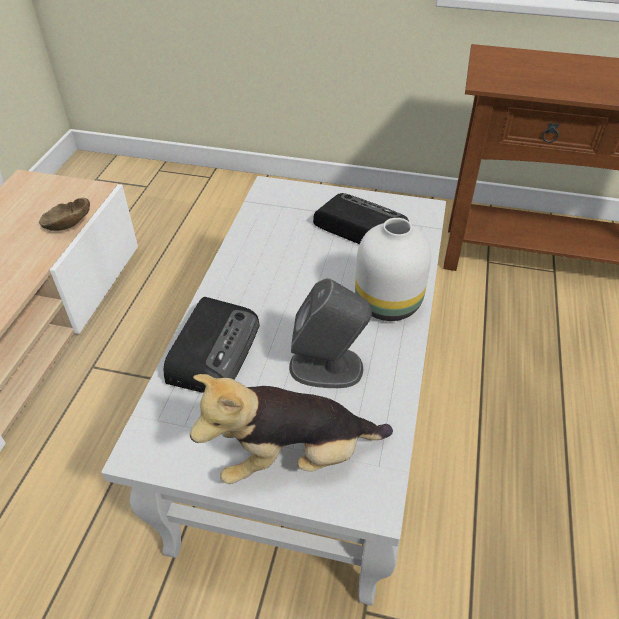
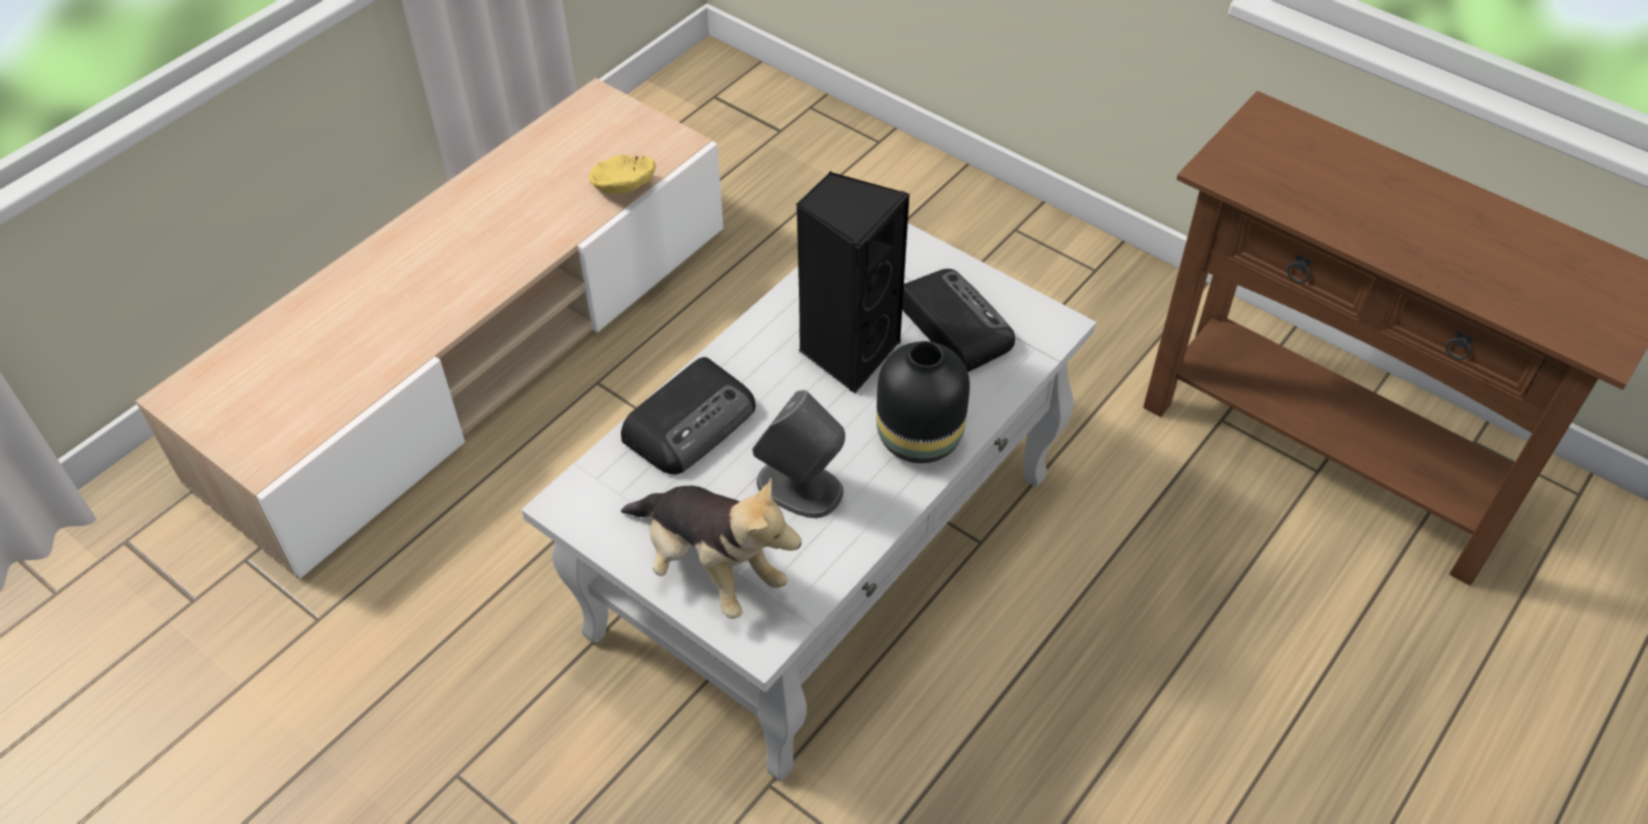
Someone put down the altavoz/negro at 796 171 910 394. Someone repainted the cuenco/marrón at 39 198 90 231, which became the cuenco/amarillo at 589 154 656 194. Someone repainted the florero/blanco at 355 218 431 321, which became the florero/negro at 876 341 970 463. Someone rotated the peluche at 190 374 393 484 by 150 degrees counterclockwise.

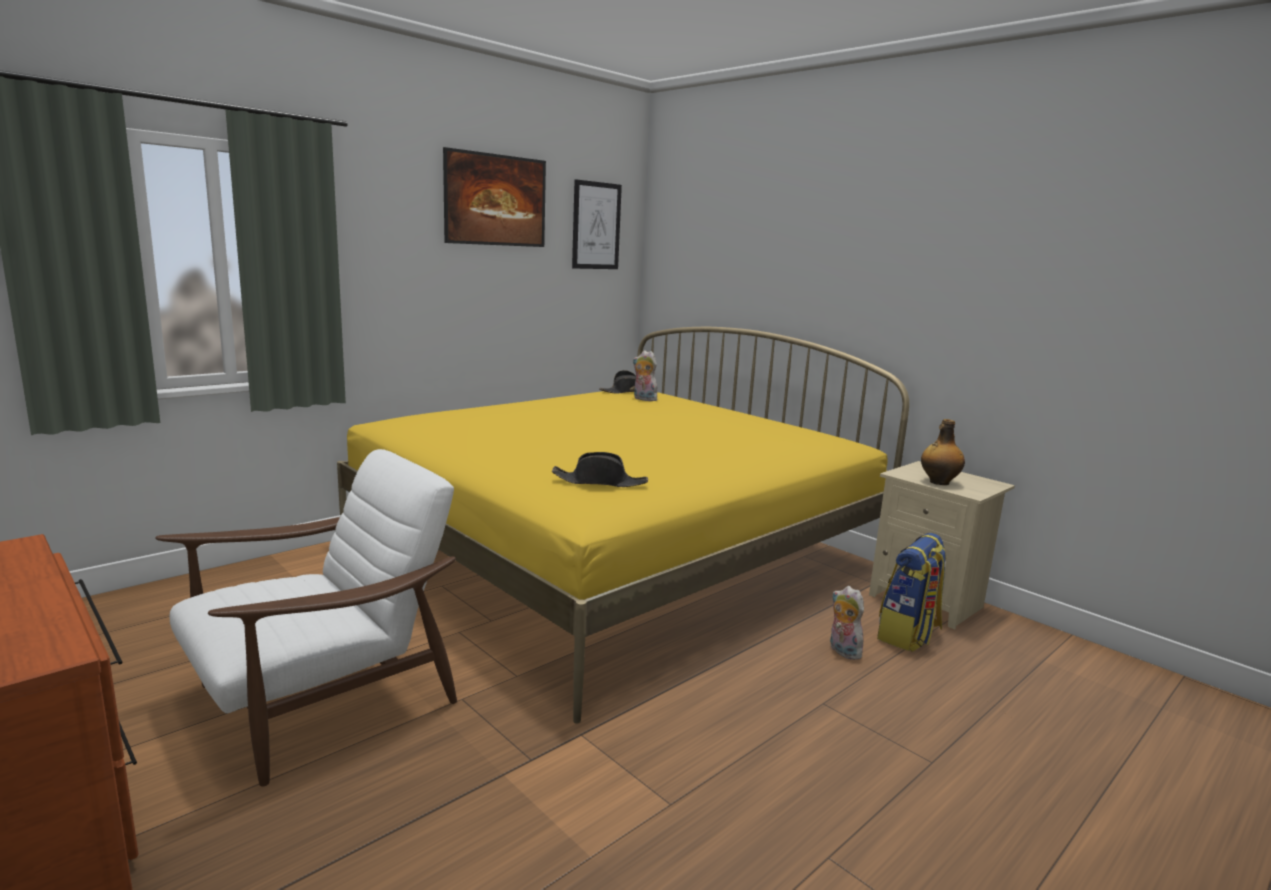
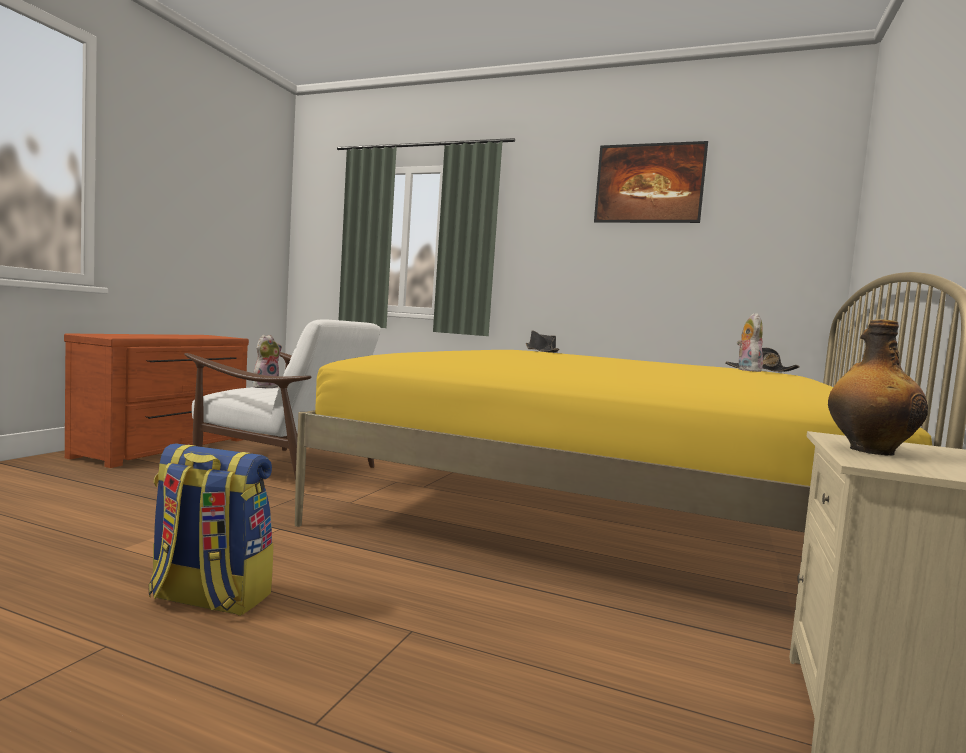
Someone took away the cuadro at 572 179 622 269. Someone carried the sombrero/negro from 552 452 648 487 to 526 330 559 353. Someone carried the peluche from 830 586 864 660 to 253 334 282 388. Someone carried the mochila from 877 533 947 652 to 148 443 273 616.

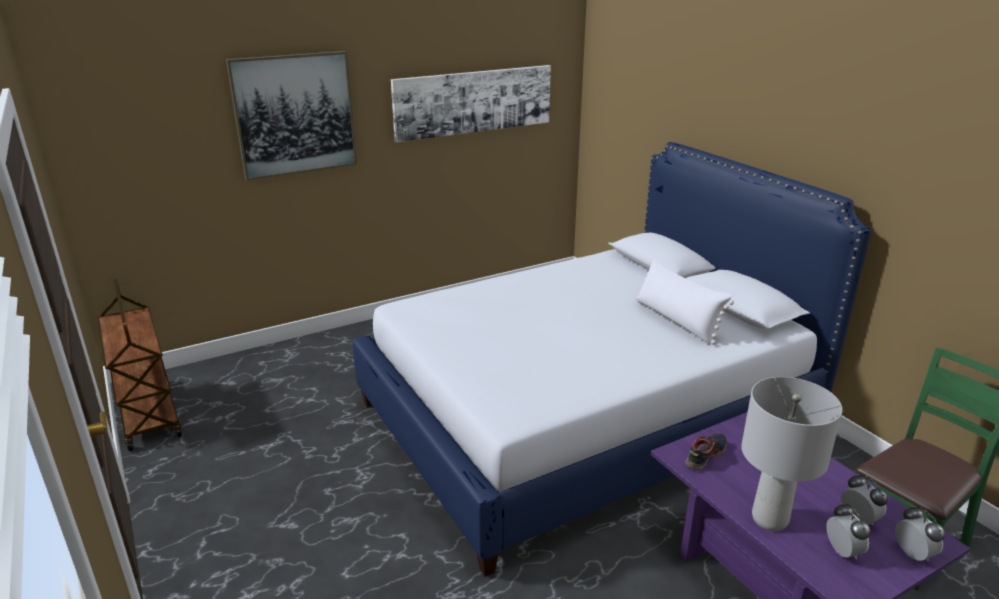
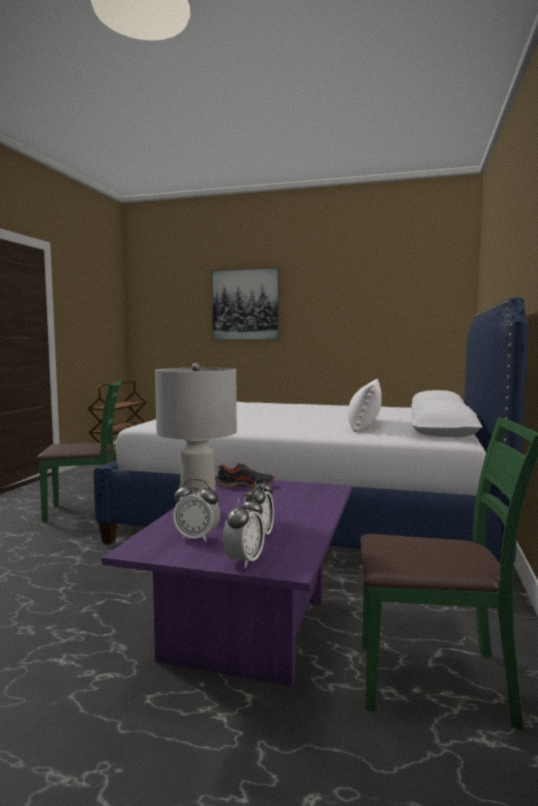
Someone took away the cuadro at 391 65 551 143. Someone put down the silla/verde at 36 381 121 522. Someone rotated the despertador at 826 503 871 559 by 75 degrees clockwise.

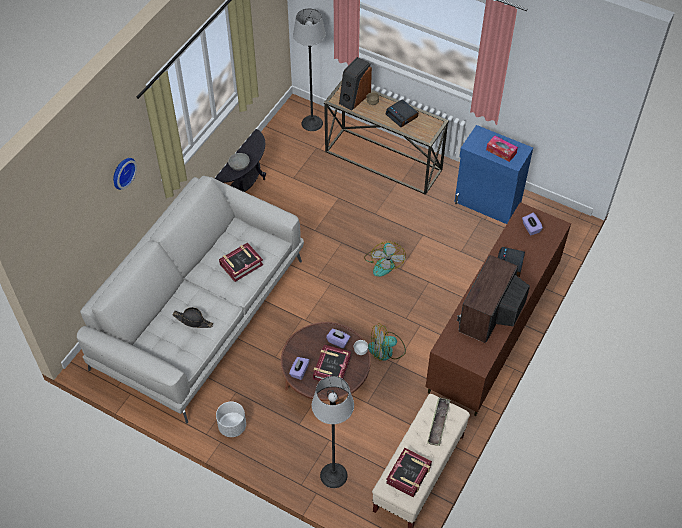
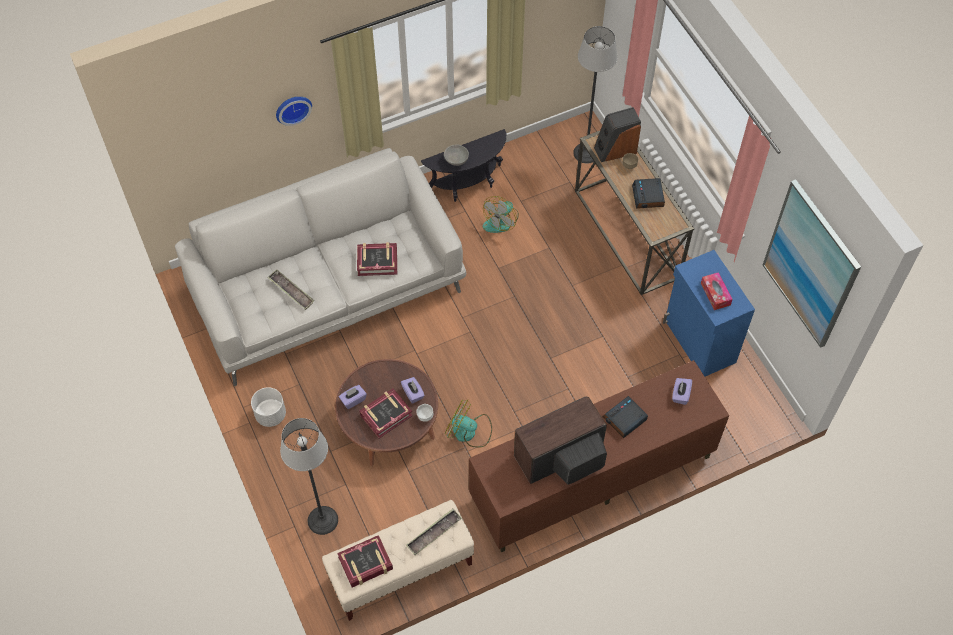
Someone put up the cuadro at 763 179 861 348. Someone carried the ventilador from 364 241 406 277 to 483 196 519 233. Someone swapped the sombrero/negro at 173 307 213 328 for the bandeja at 267 269 315 310.

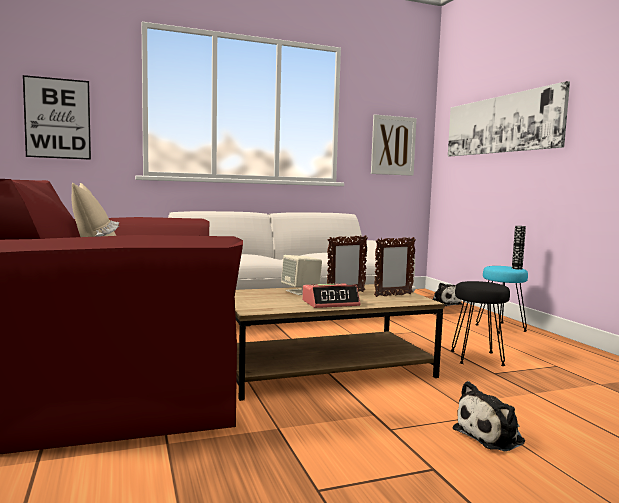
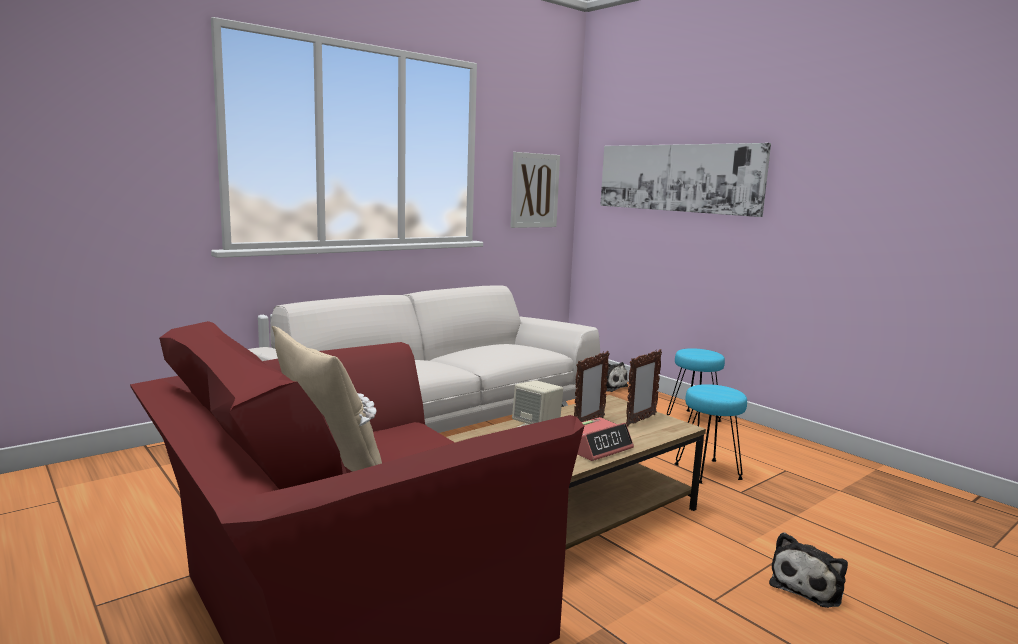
Someone took away the cuadro at 23 75 91 160. Someone took away the florero at 512 226 526 270. Someone repainted the taburete/negro at 451 281 510 366, which became the taburete/turquesa at 674 384 747 484.

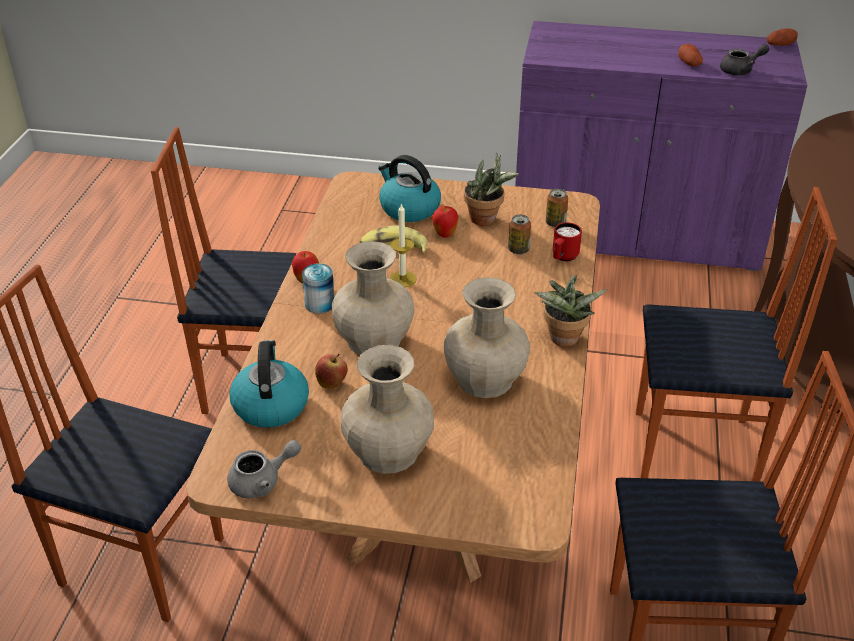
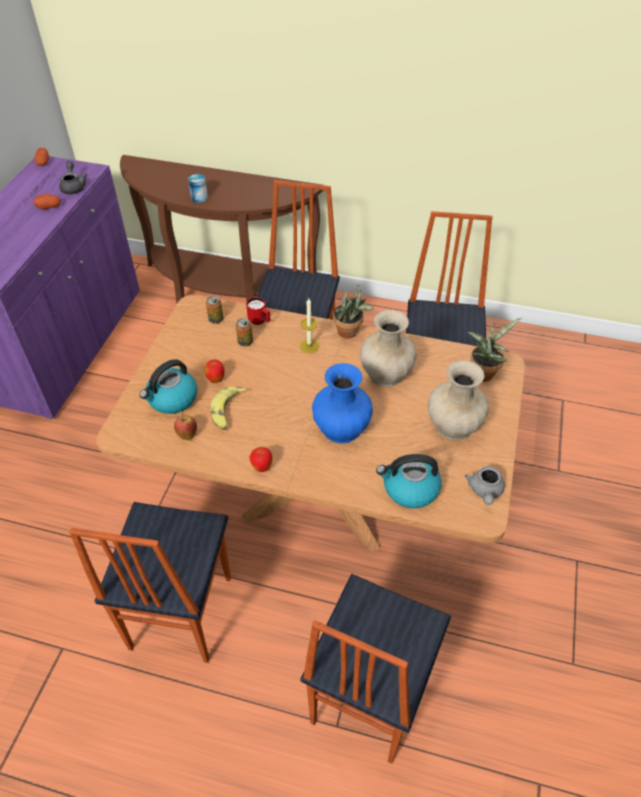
Someone carried the lata from 302 263 334 314 to 188 174 208 203. Someone carried the manzana from 315 354 348 389 to 174 414 197 440. Someone carried the vela from 389 203 417 287 to 300 298 319 353. Someone carried the planta en maceta from 464 152 519 226 to 468 317 522 382. Someone repainted the florero/beis at 331 241 414 355, which became the florero/azul at 312 363 373 443. Someone rotated the tetera/gris at 227 440 301 498 by 150 degrees counterclockwise.

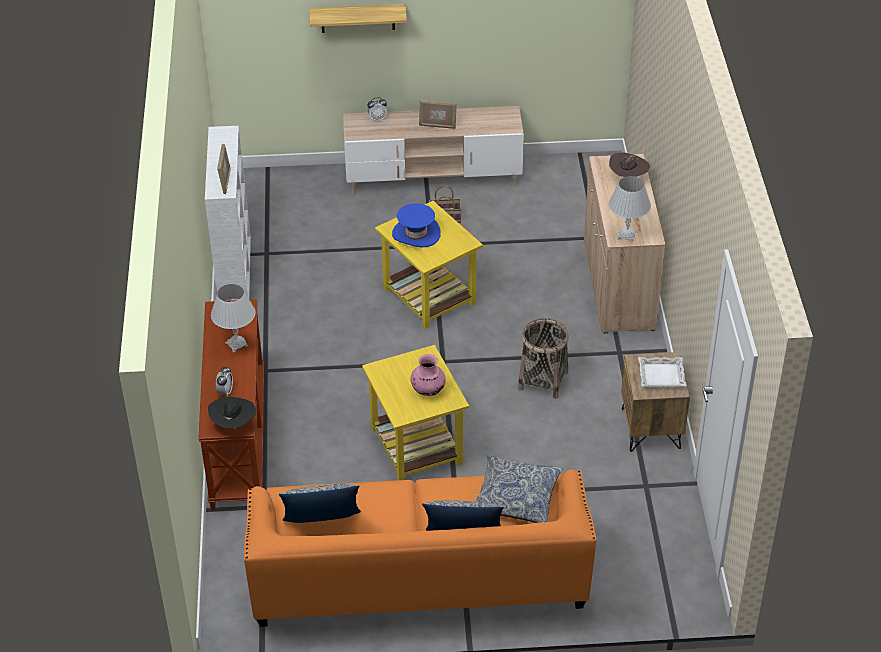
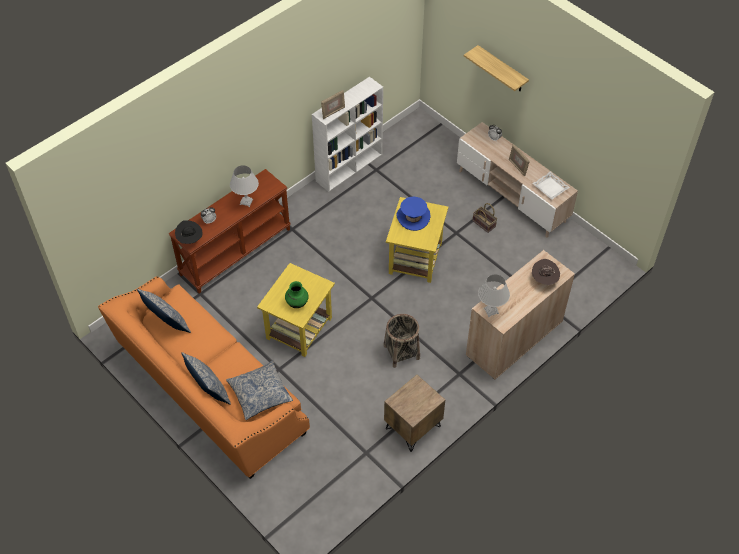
Someone carried the bandeja/blanco from 638 357 686 387 to 532 172 570 200. Someone repainted the florero/rosa at 410 354 446 396, which became the florero/verde at 285 281 309 308.

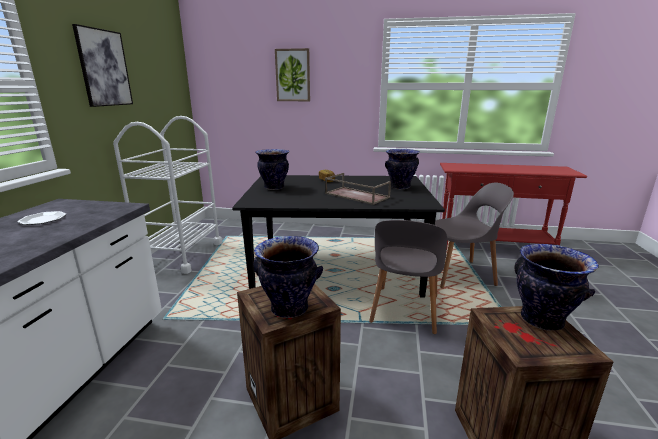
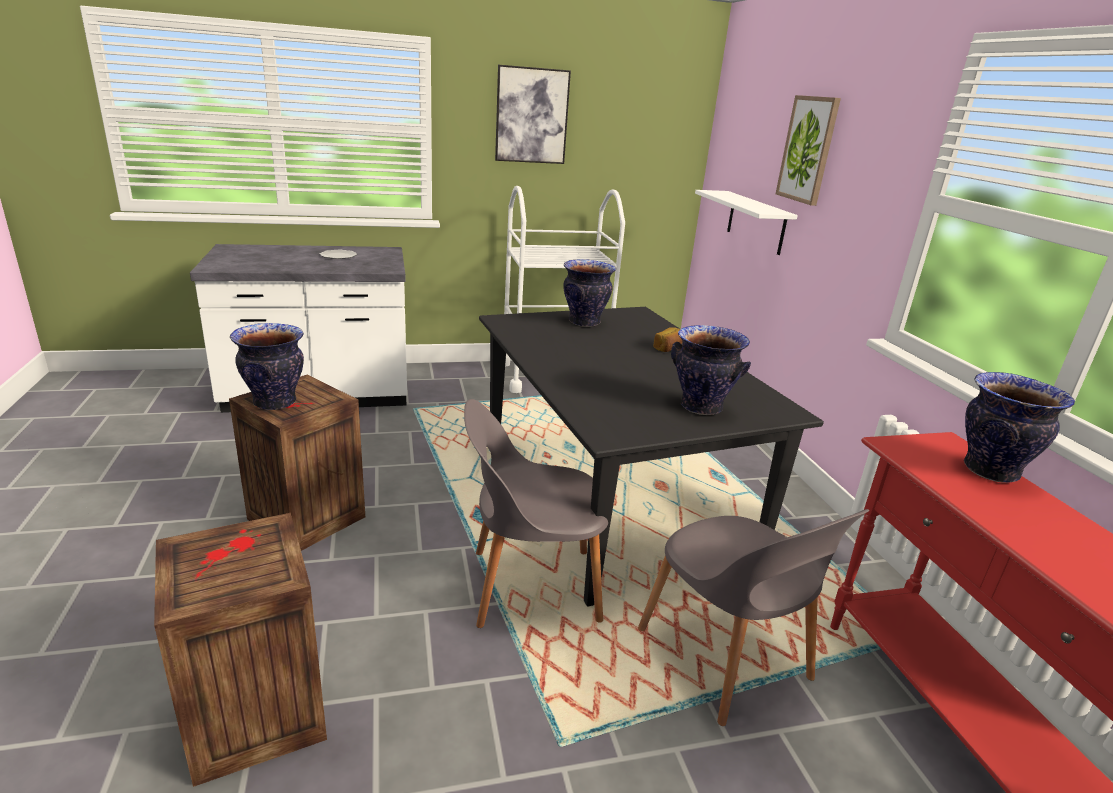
Someone took away the bandeja/marrón at 325 173 391 205. Someone put up the estante/blanco at 695 190 798 255. Someone carried the florero from 515 244 599 331 to 964 372 1075 483.

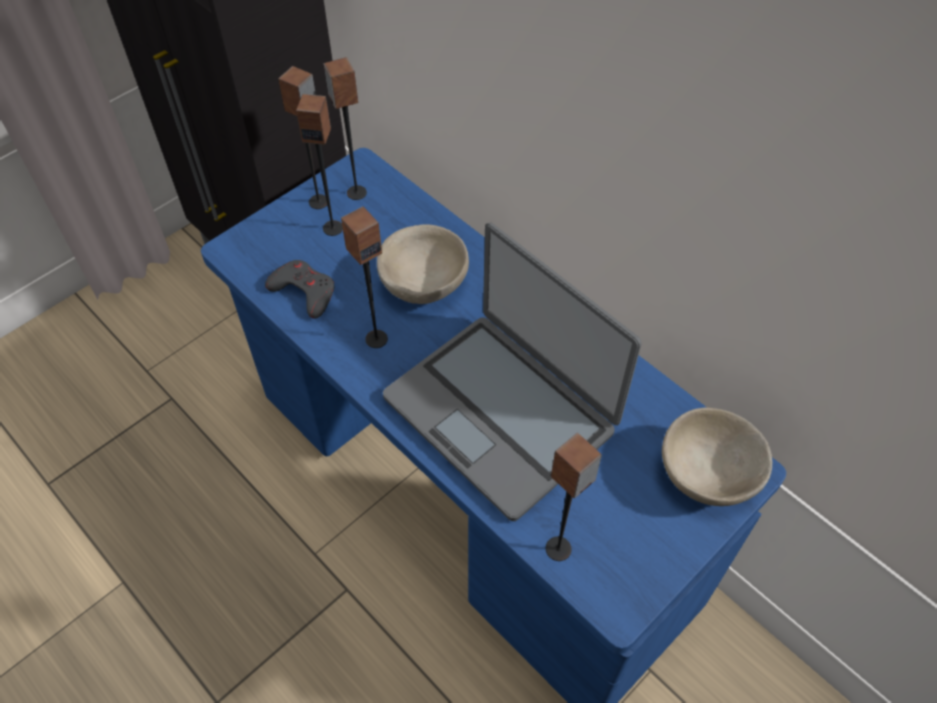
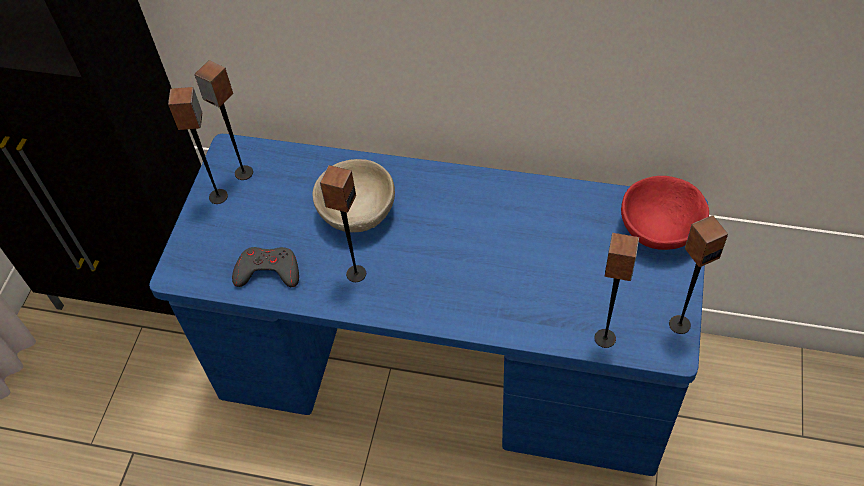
Someone took away the portátil at 383 223 642 521. Someone carried the altavoz from 296 94 343 236 to 669 215 728 334. Someone repainted the cuenco/beis at 662 408 772 506, which became the cuenco/rojo at 621 176 709 250.

